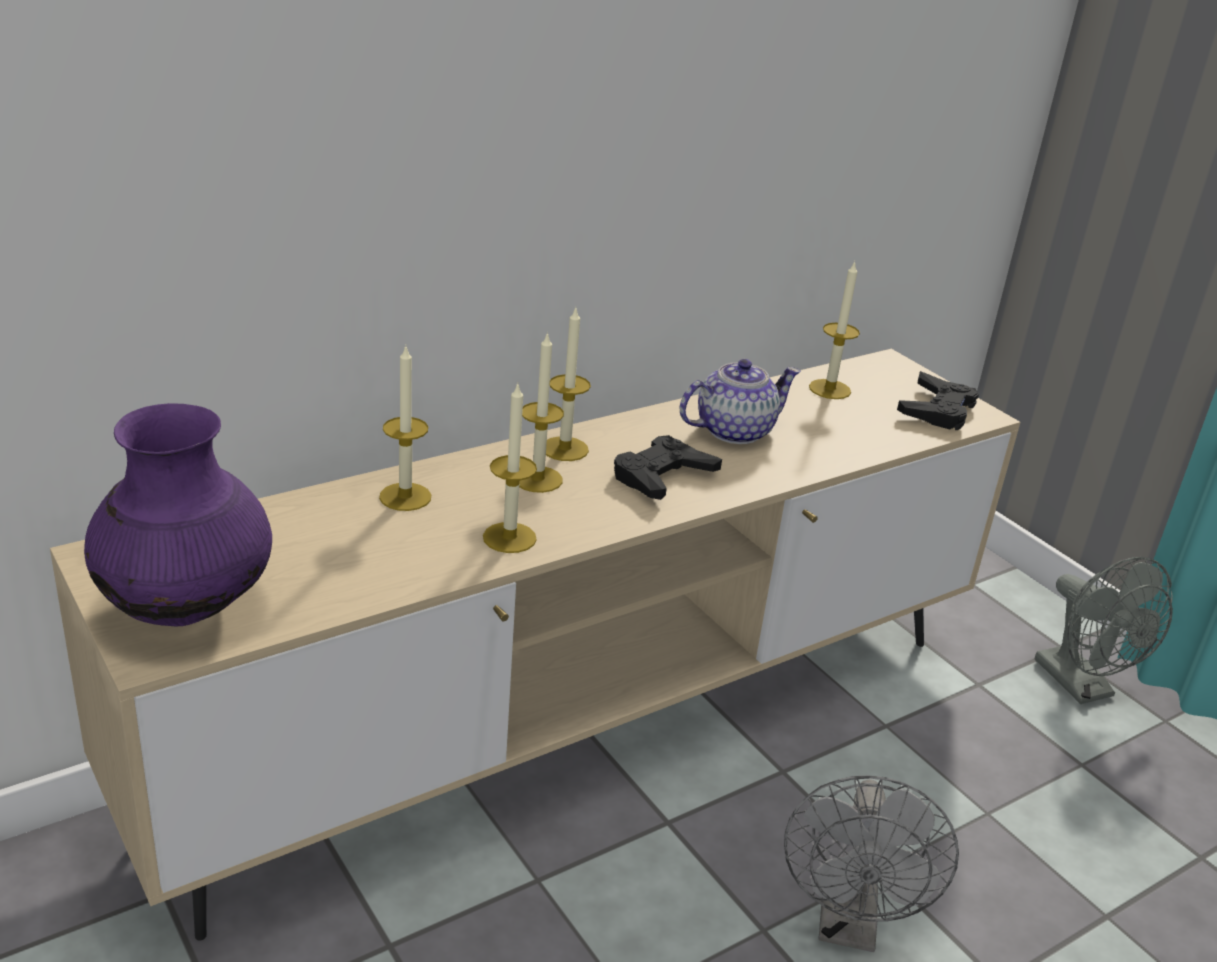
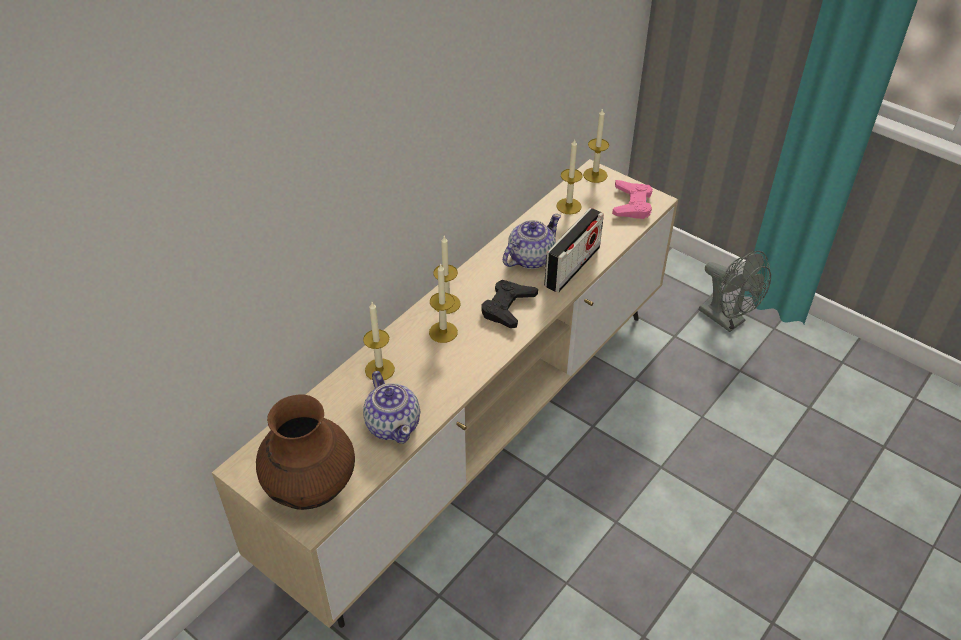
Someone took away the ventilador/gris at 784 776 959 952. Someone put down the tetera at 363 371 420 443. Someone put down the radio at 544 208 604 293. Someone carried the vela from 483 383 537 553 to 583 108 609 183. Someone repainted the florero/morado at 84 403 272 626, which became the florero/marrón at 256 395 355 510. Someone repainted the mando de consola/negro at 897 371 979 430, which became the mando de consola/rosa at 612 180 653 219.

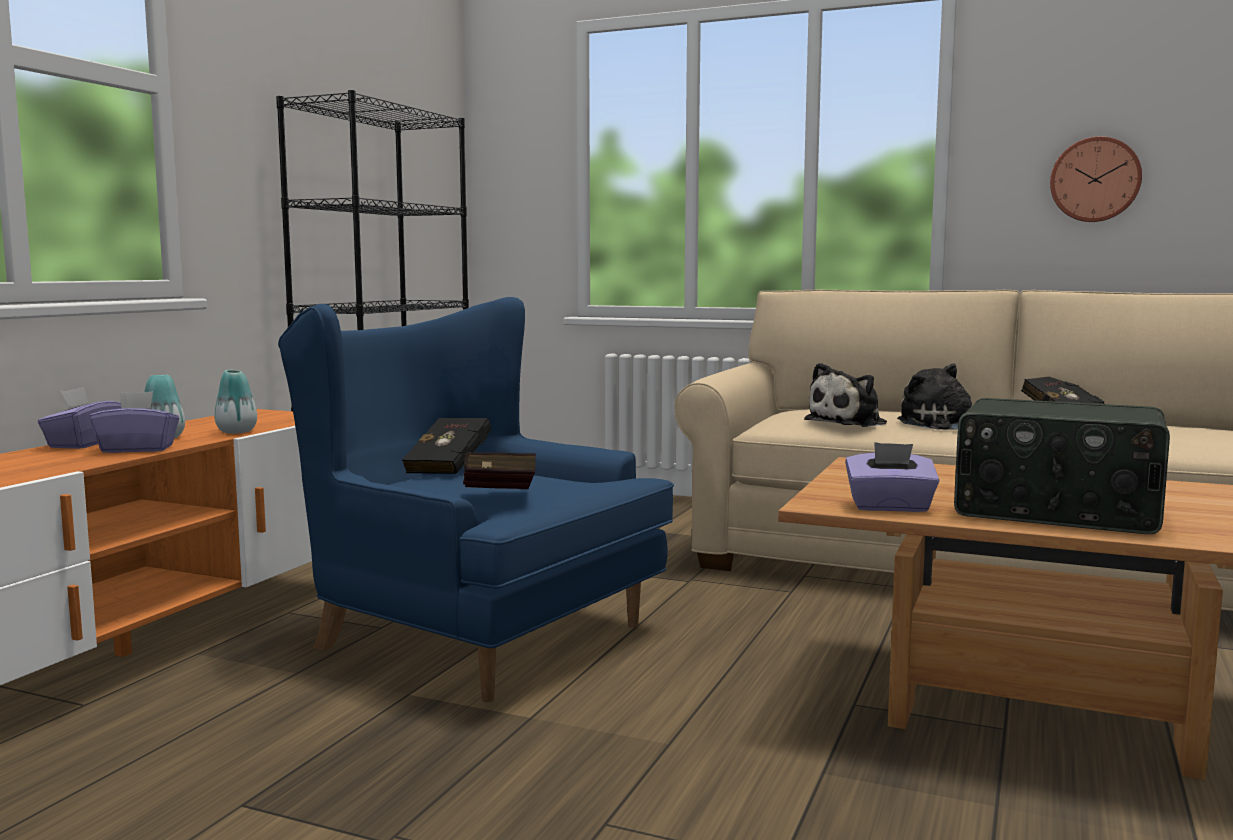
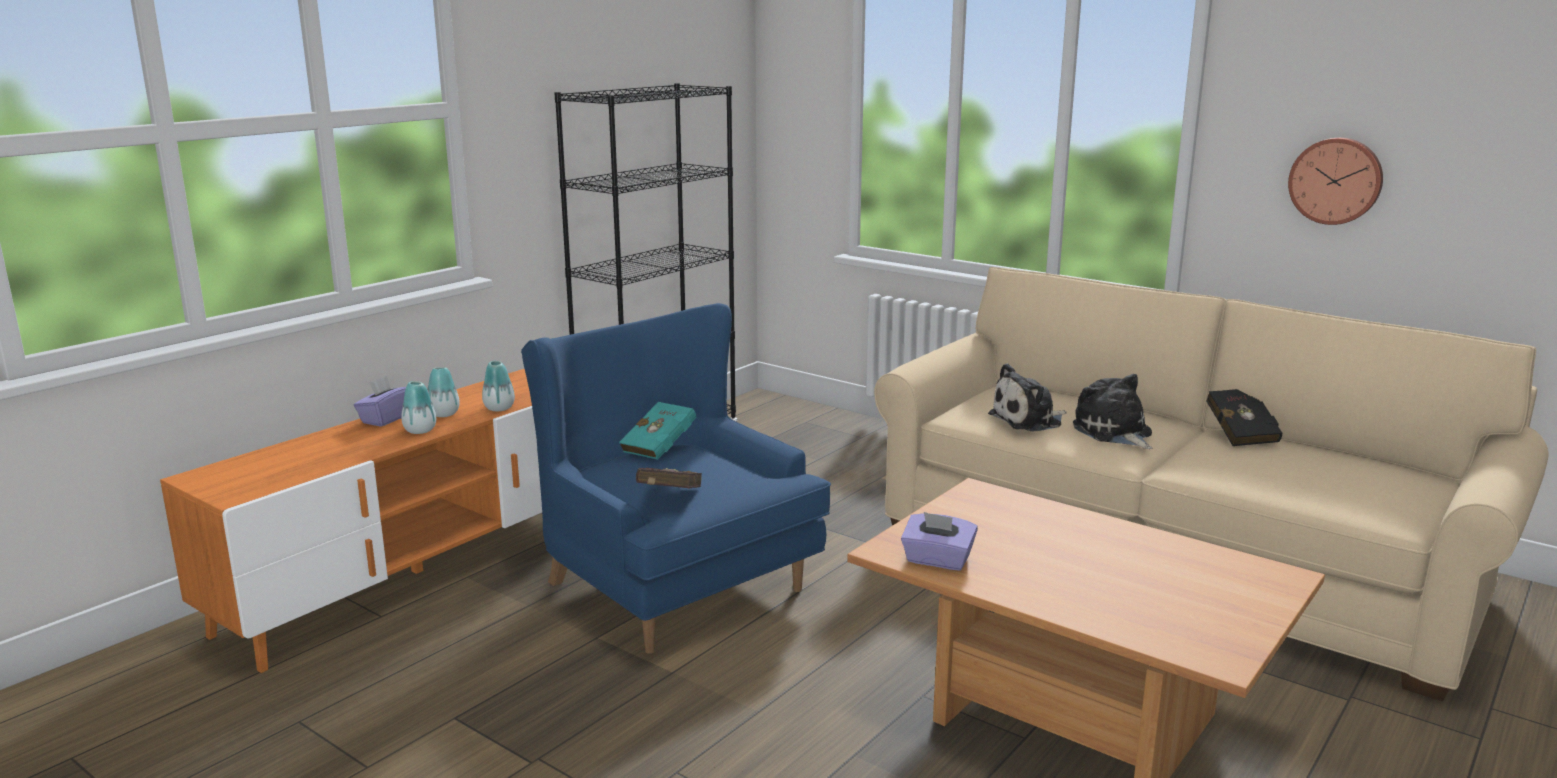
Someone took away the radio at 954 398 1170 534. Someone swapped the caja de pañuelos/morado at 89 391 179 453 for the florero at 401 381 436 434. Someone repainted the libro/negro at 402 418 491 474, which became the libro/turquesa at 619 402 697 460.

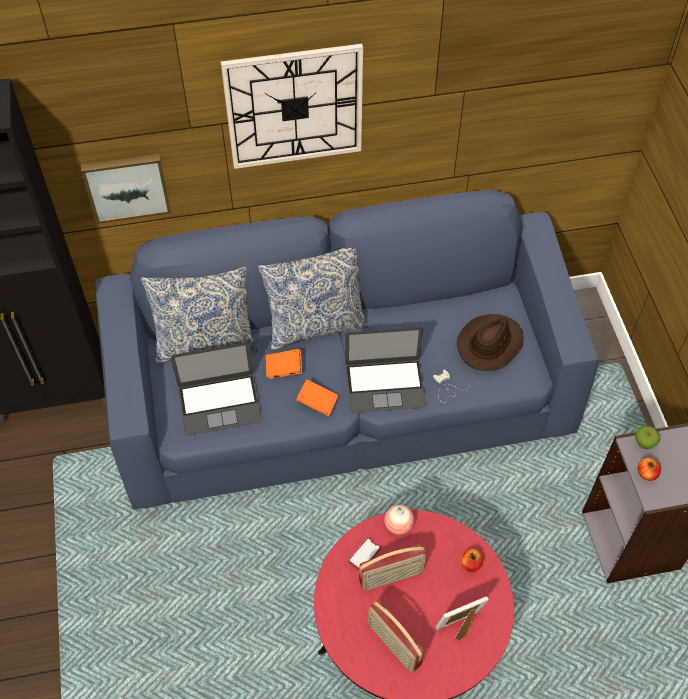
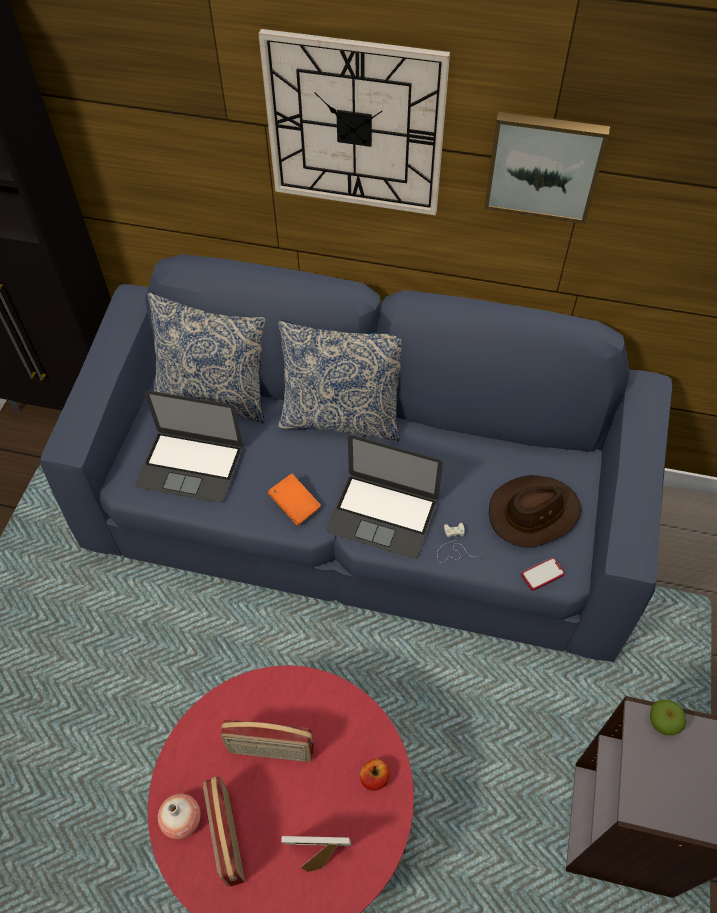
Someone took away the libro/naranja at 266 349 302 379. Someone took away the manzana at 638 457 661 481. Someone carried the cuadro from 81 154 171 224 to 484 112 610 224. Someone carried the móvil from 348 538 381 570 to 521 558 565 591. Someone carried the florero from 384 505 414 535 to 158 794 201 839.

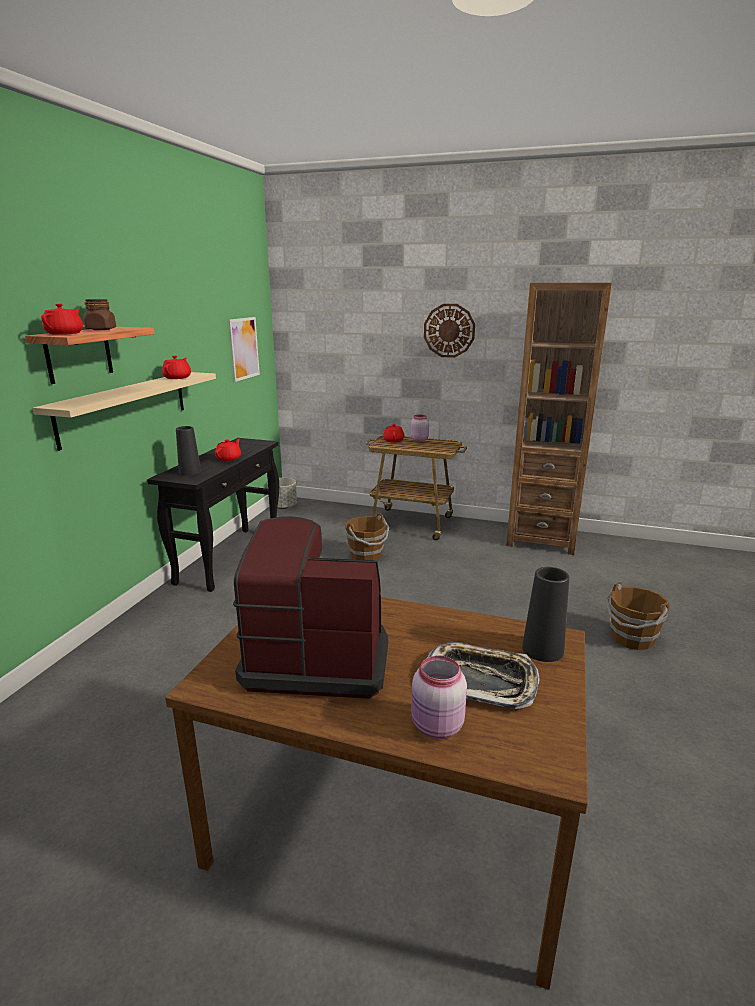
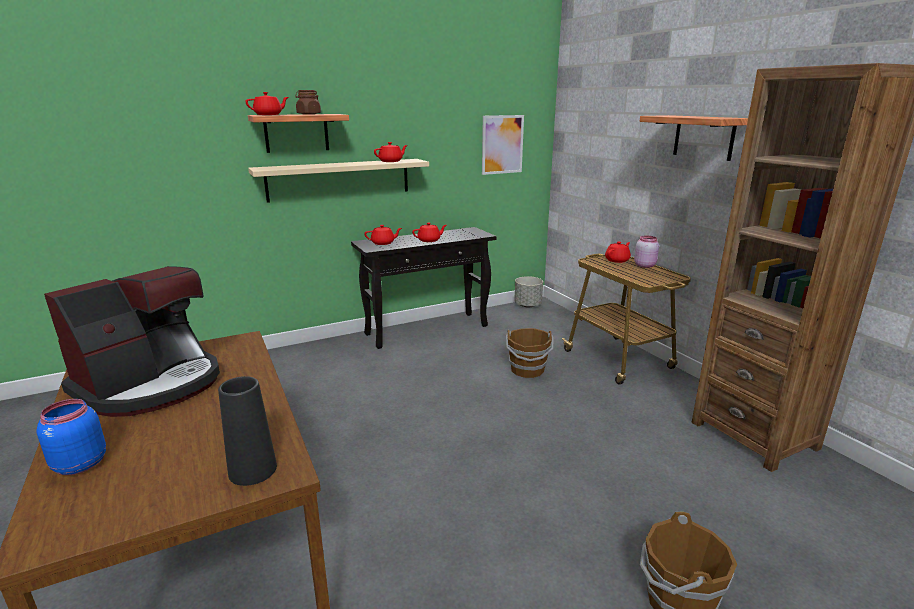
Someone took away the bandeja at 427 642 540 709. Someone swapped the florero/negro at 176 426 201 476 for the tetera/rojo at 364 225 402 245. Someone swapped the reloj de pared at 424 304 475 358 for the estante at 639 115 748 161. Someone repainted the tarro/rosa at 411 656 467 739, which became the tarro/azul at 37 399 106 475. Someone rotated the cafetera at 233 516 388 699 by 75 degrees clockwise.

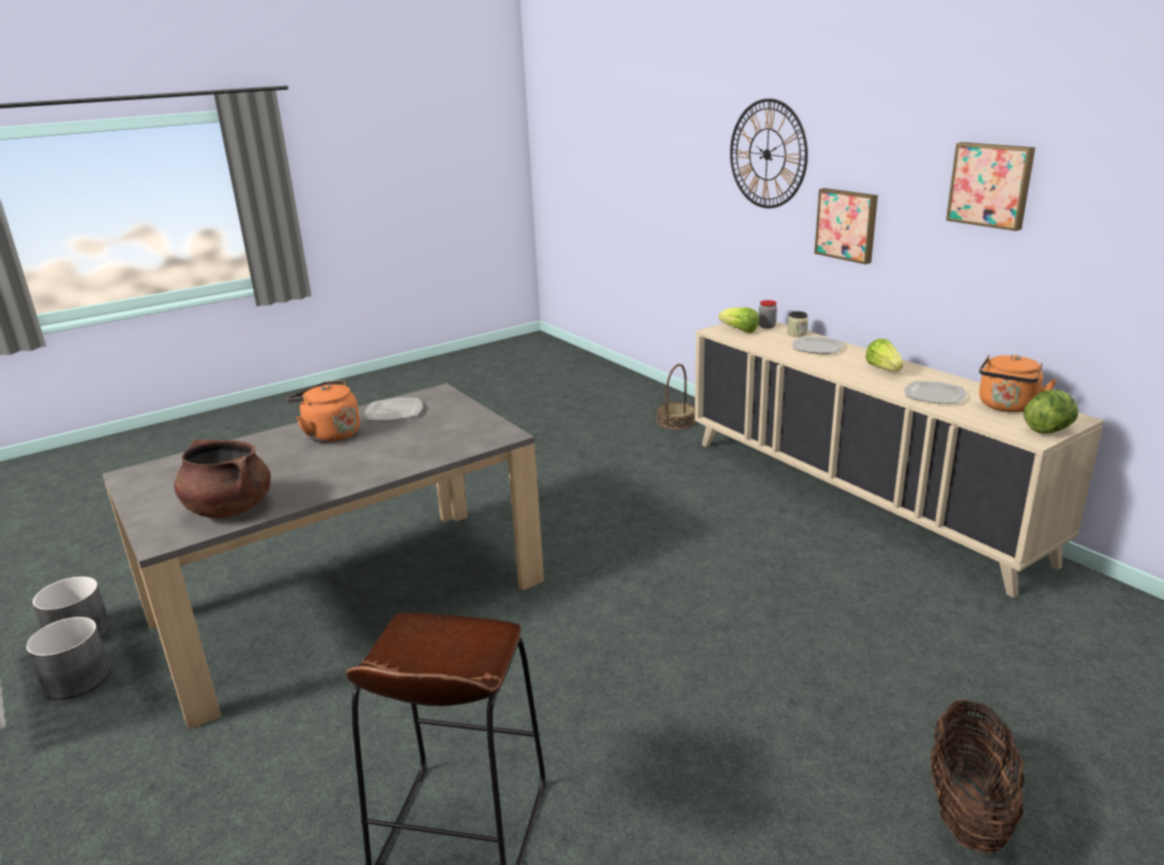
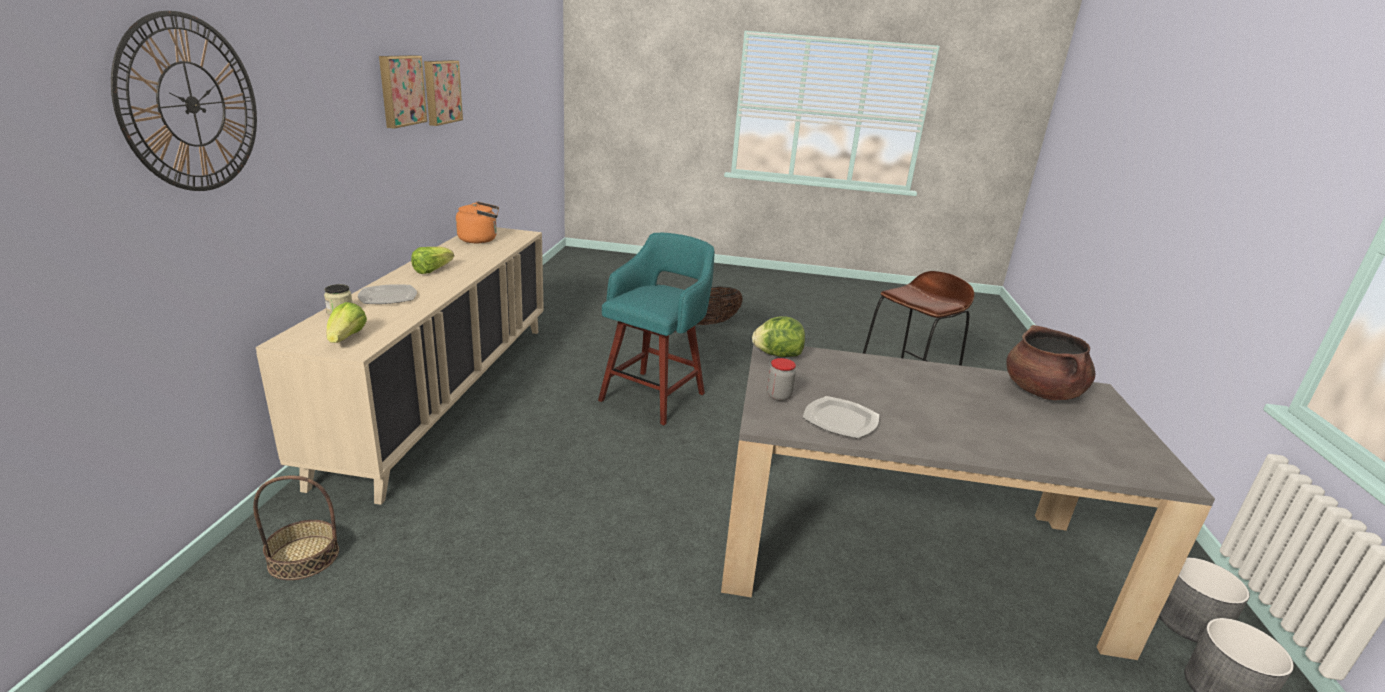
Someone took away the hervidor/naranja at 287 380 360 443. Someone took away the plato at 905 381 966 404. Someone put down the taburete/turquesa at 598 233 715 425. Someone carried the tarro from 759 300 777 329 to 767 358 796 401. Someone carried the cuadro from 814 188 878 264 to 424 60 463 126. Someone carried the lechuga from 1024 390 1078 433 to 752 316 805 357.

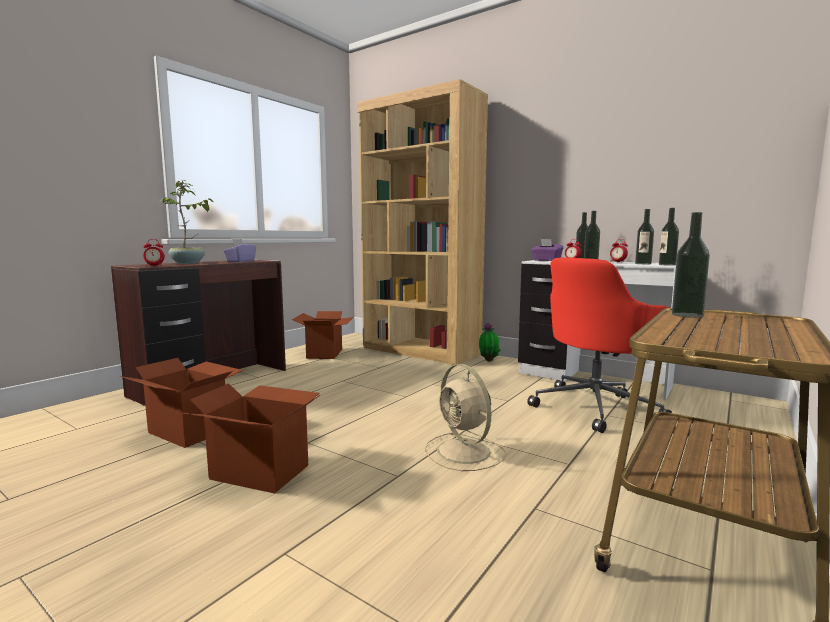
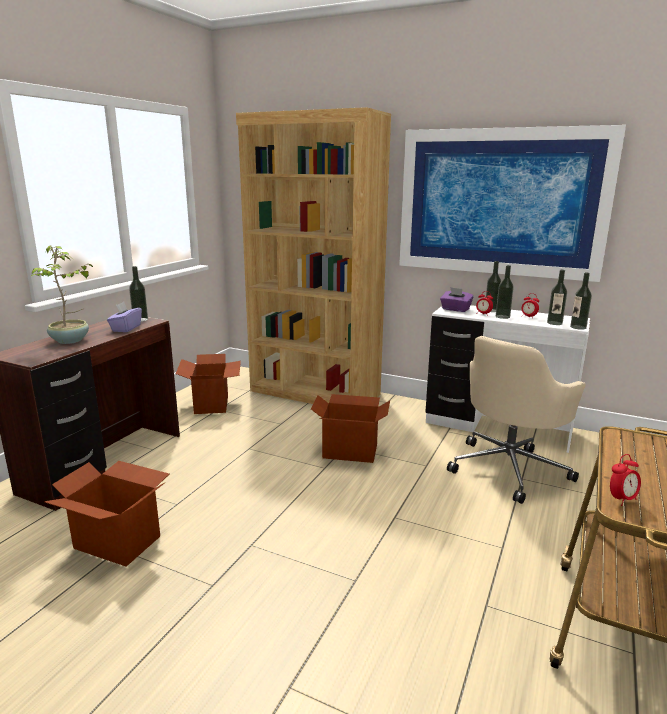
Someone took away the ventilador/beis at 425 364 506 471. Someone took away the planta en maceta at 479 323 501 361. Someone put up the cuadro at 399 125 626 282. Someone carried the despertador from 143 239 165 266 to 610 454 641 506. Someone carried the caja de cartón from 183 383 320 494 to 311 394 390 463. Someone carried the botella from 672 212 710 318 to 129 266 148 322. Someone repainted the silla de oficina/rojo at 527 258 672 433, which became the silla de oficina/beis at 447 336 586 504.

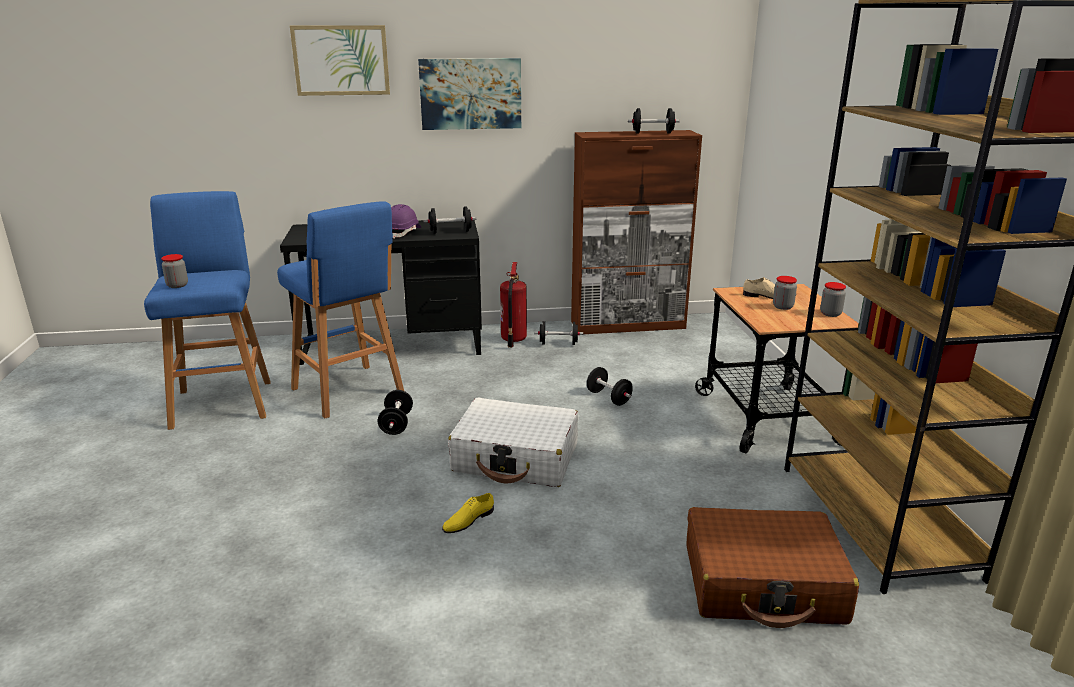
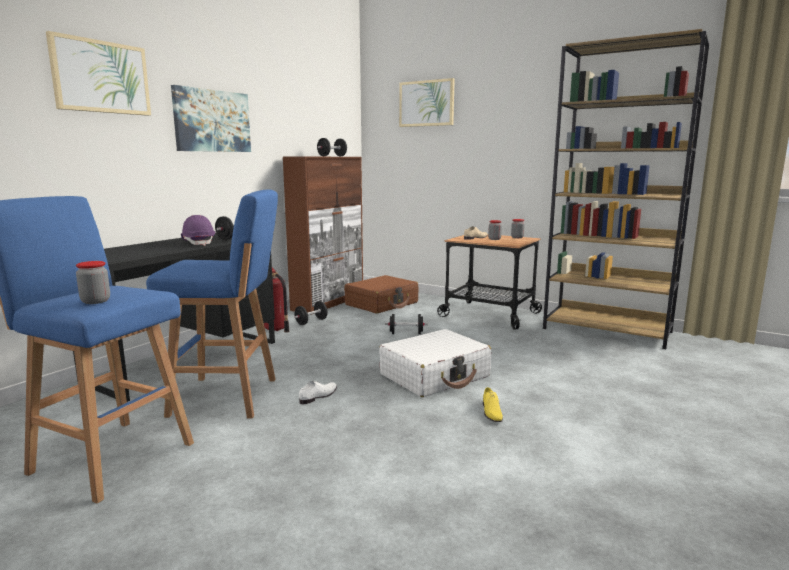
Someone put up the cuadro at 399 78 455 127. Someone carried the maleta/marrón from 686 507 859 628 to 344 275 418 314. Someone swapped the mancuerna/negro at 378 390 413 435 for the zapato/blanco at 299 381 337 404.

